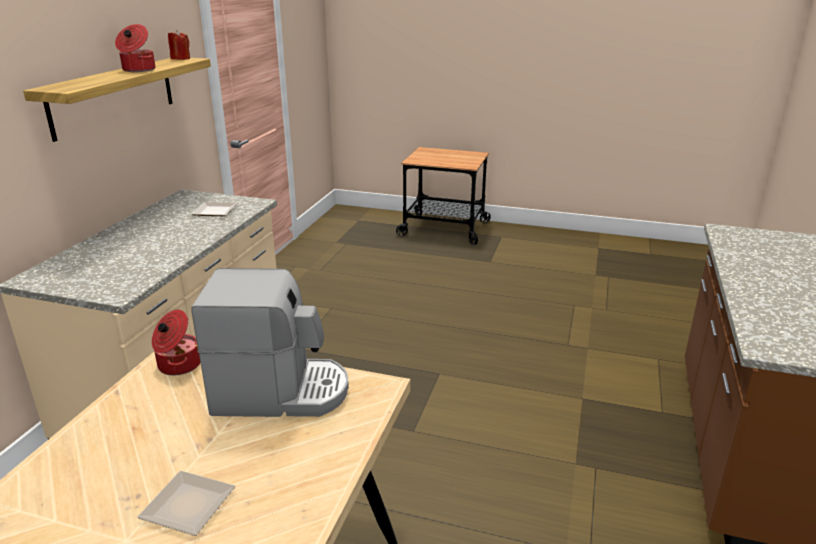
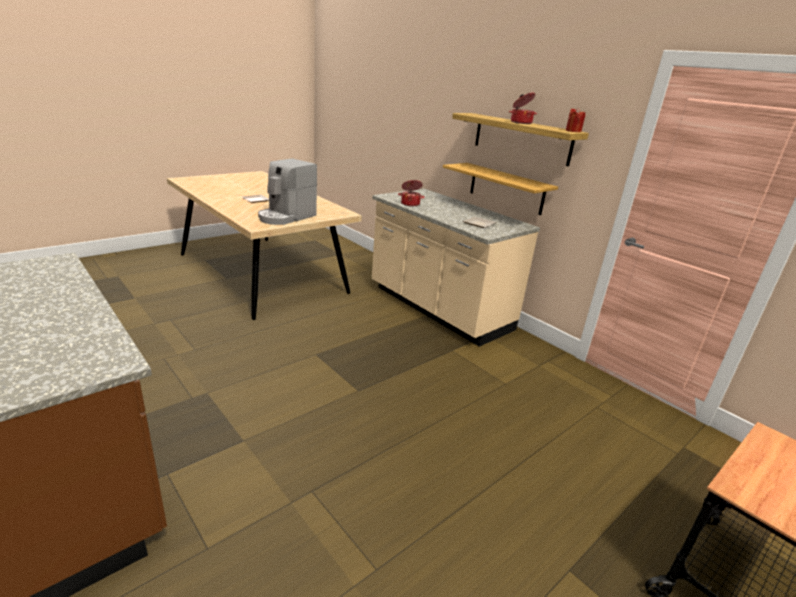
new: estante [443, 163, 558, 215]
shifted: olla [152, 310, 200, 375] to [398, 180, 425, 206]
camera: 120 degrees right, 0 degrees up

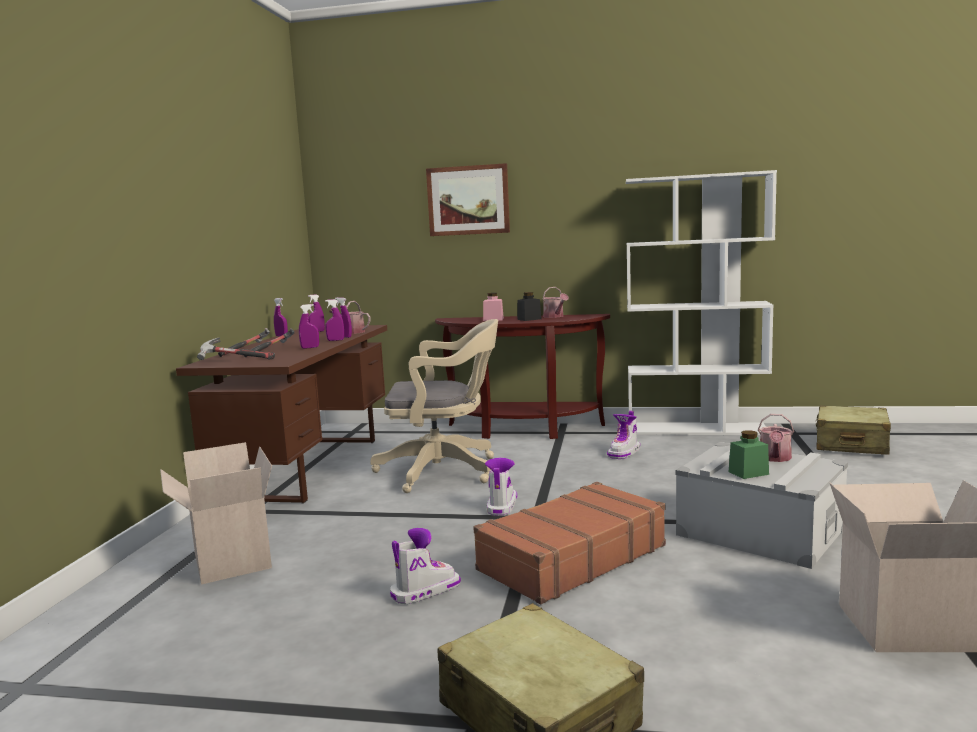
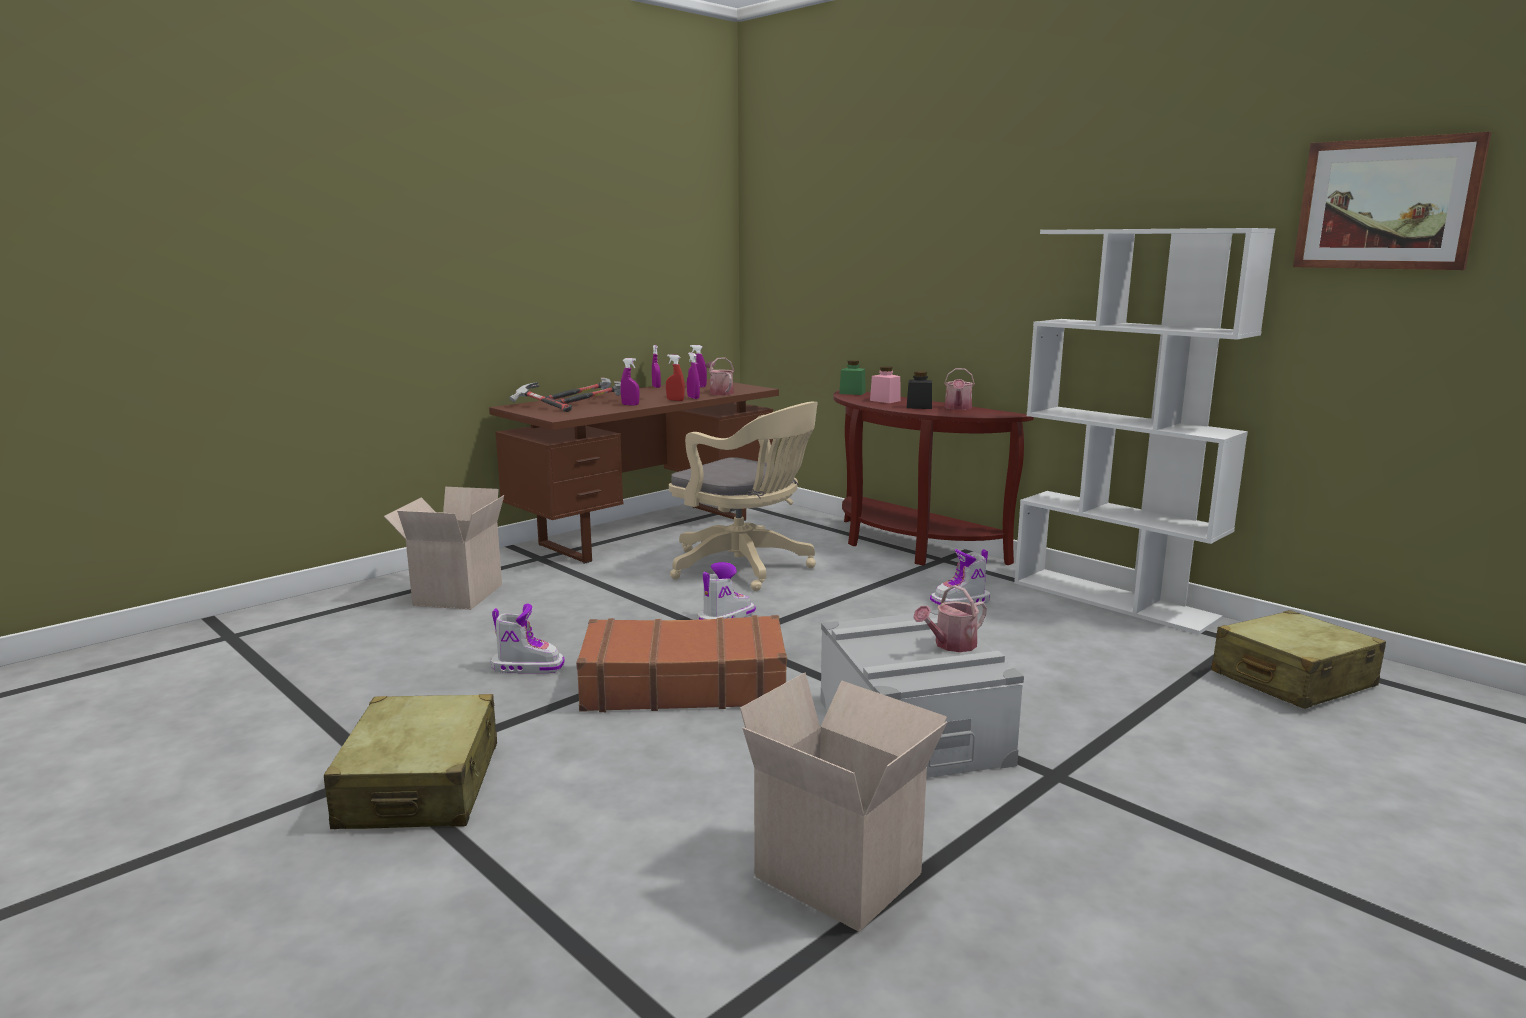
shifted: cuadro [426, 163, 510, 236] to [1293, 132, 1491, 270]; tarro/verde [729, 430, 769, 479] to [839, 360, 866, 395]
repainted: pulverizador/morado [325, 299, 344, 341] to pulverizador/rojo [666, 354, 685, 401]
camera: 35 degrees right, 5 degrees up

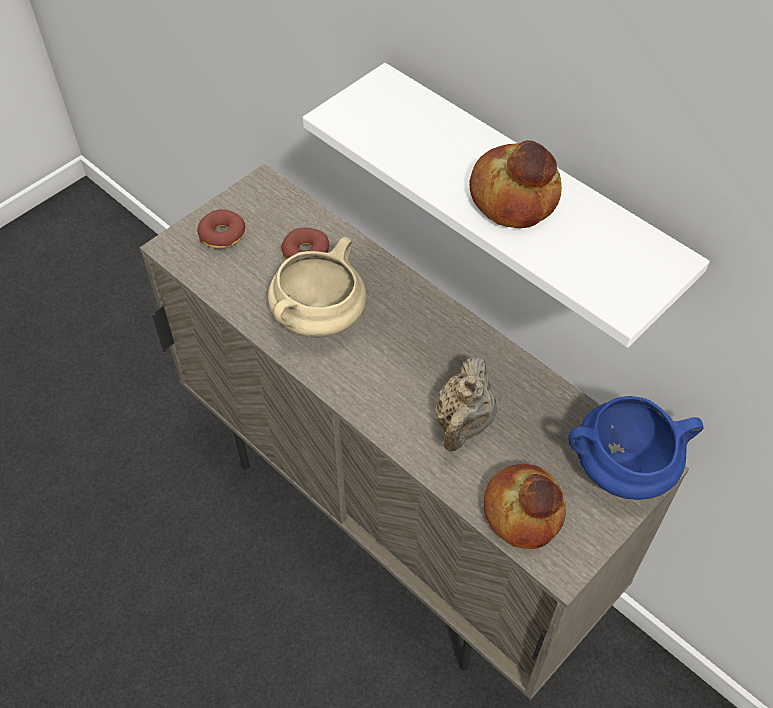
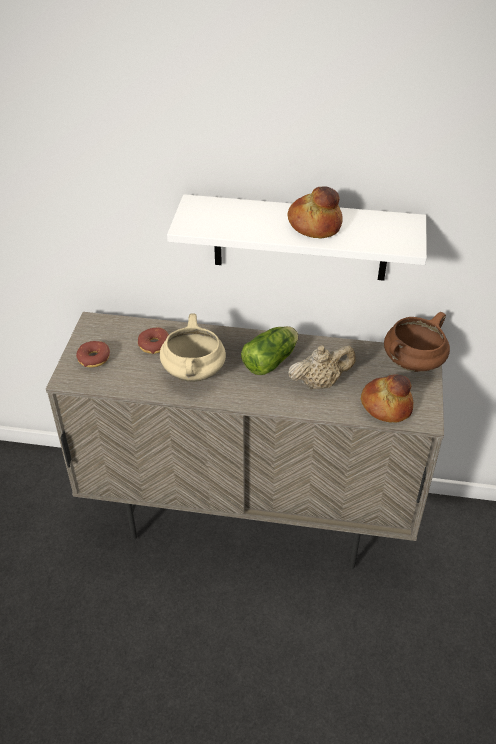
new: lechuga [241, 326, 298, 375]
repainted: olla/azul [568, 396, 704, 500] to olla/marrón [384, 312, 450, 372]
rotated: tetera/beis [435, 356, 497, 452] = [288, 345, 356, 390] 90 degrees counterclockwise
camera: 35 degrees left, 10 degrees down

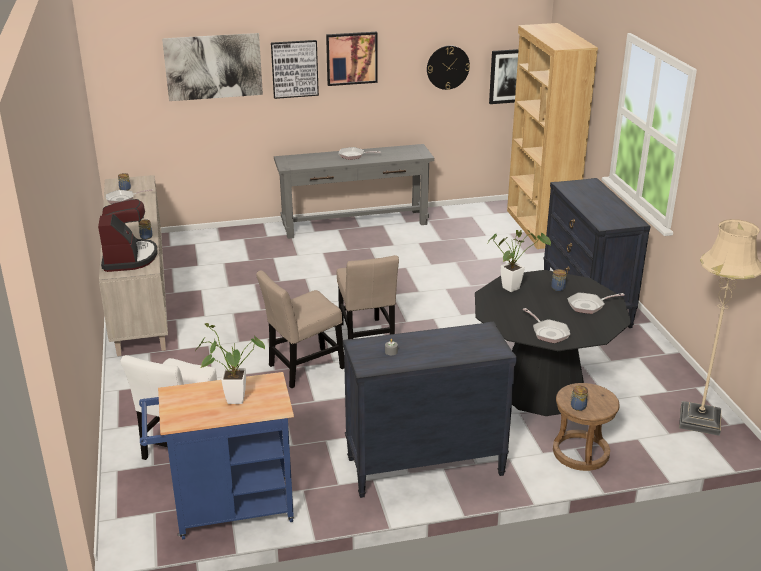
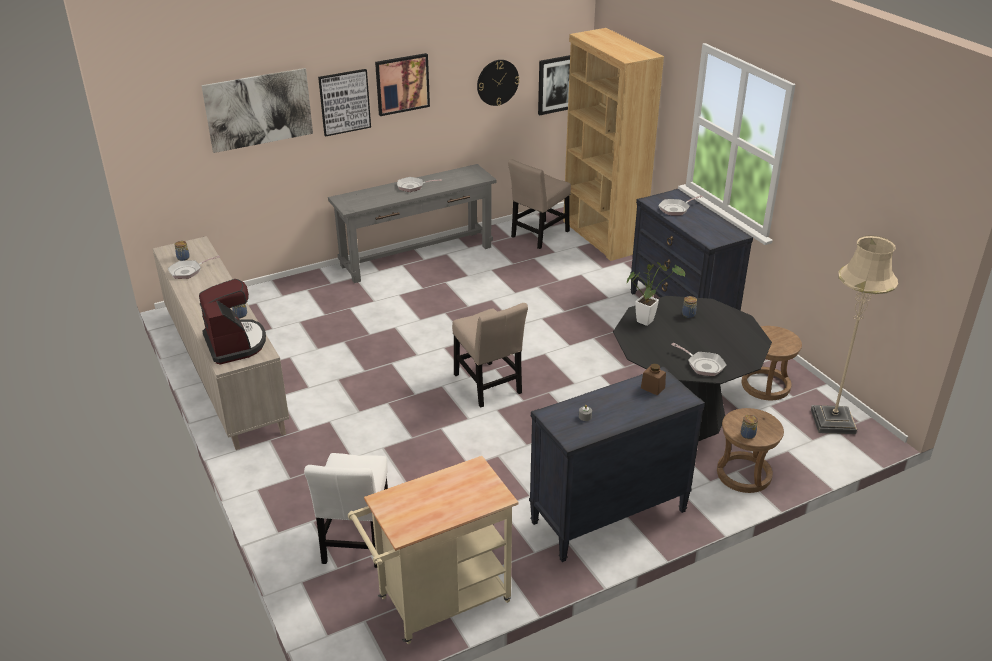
gone: planta en maceta [195, 323, 265, 404]
new: tarro/marrón [641, 363, 666, 395]; taburete/marrón [741, 326, 802, 400]
shifted: silla/beis [256, 270, 345, 388] to [508, 159, 571, 249]; sartén [568, 292, 625, 314] to [659, 195, 703, 215]
repainted: carrito/azul [139, 372, 294, 540] to carrito/beis [348, 456, 518, 644]
camera: 15 degrees left, 5 degrees up

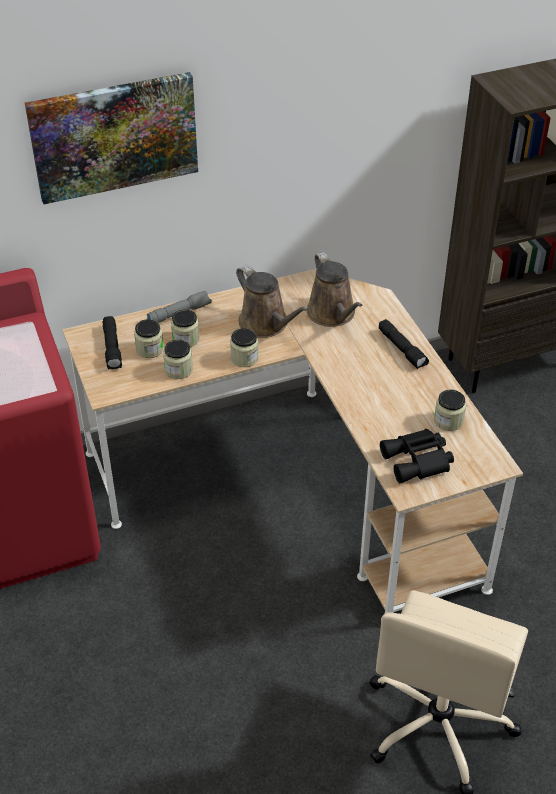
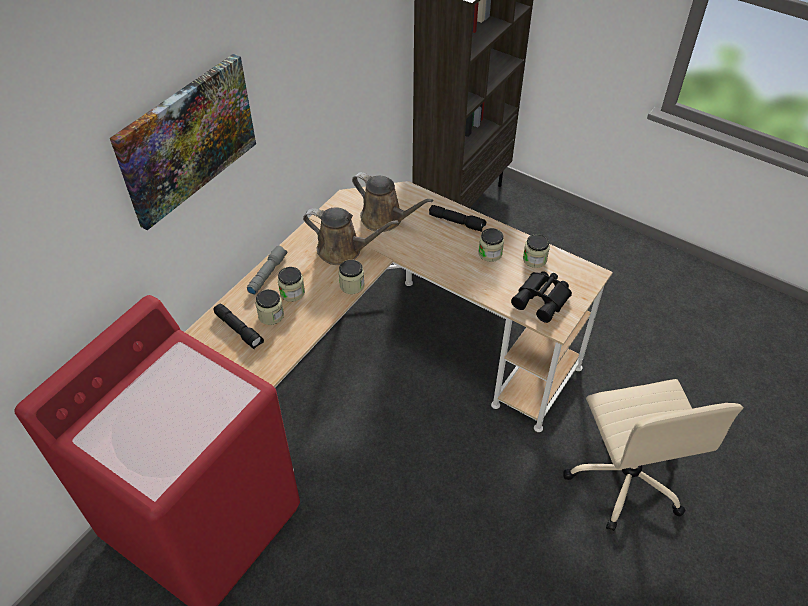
shifted: tarro [163, 339, 193, 379] to [478, 228, 504, 262]
camera: 35 degrees left, 5 degrees up

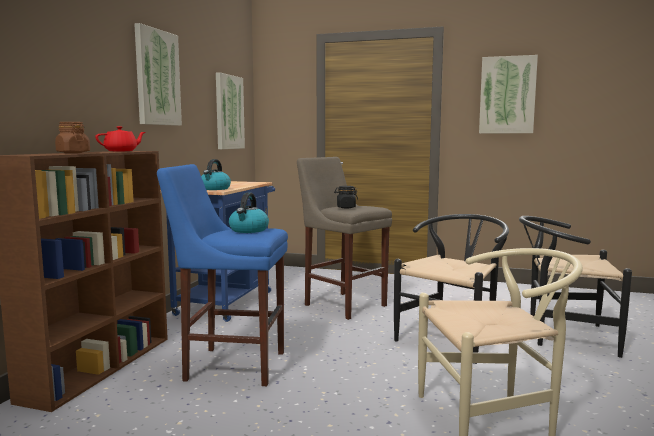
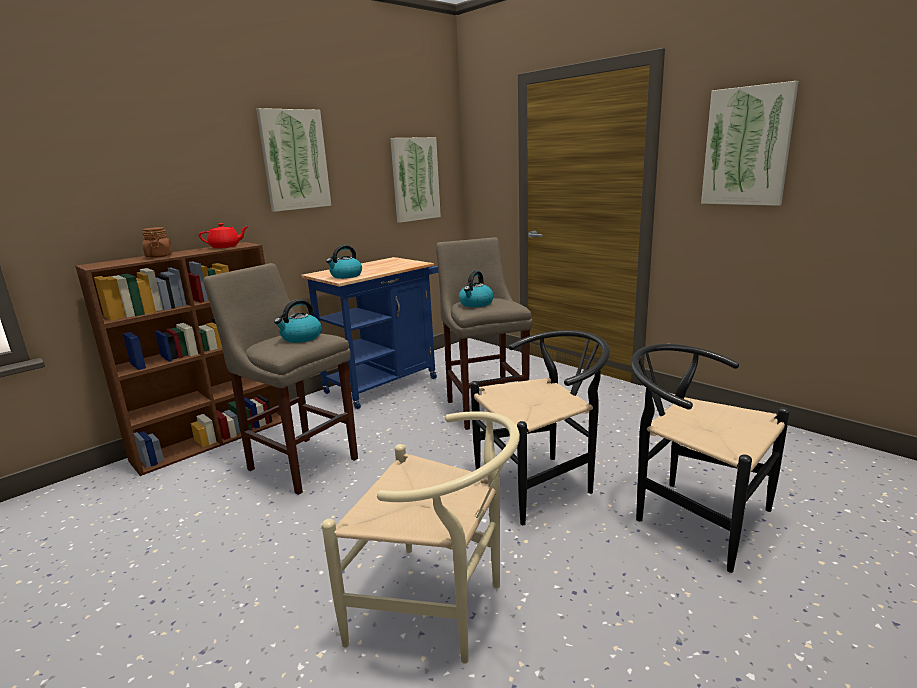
swapped: tarro/negro [334, 186, 358, 208] to hervidor [459, 271, 493, 307]
repainted: taburete/azul [157, 164, 288, 386] to taburete/beis [203, 263, 358, 495]
camera: 30 degrees right, 10 degrees up

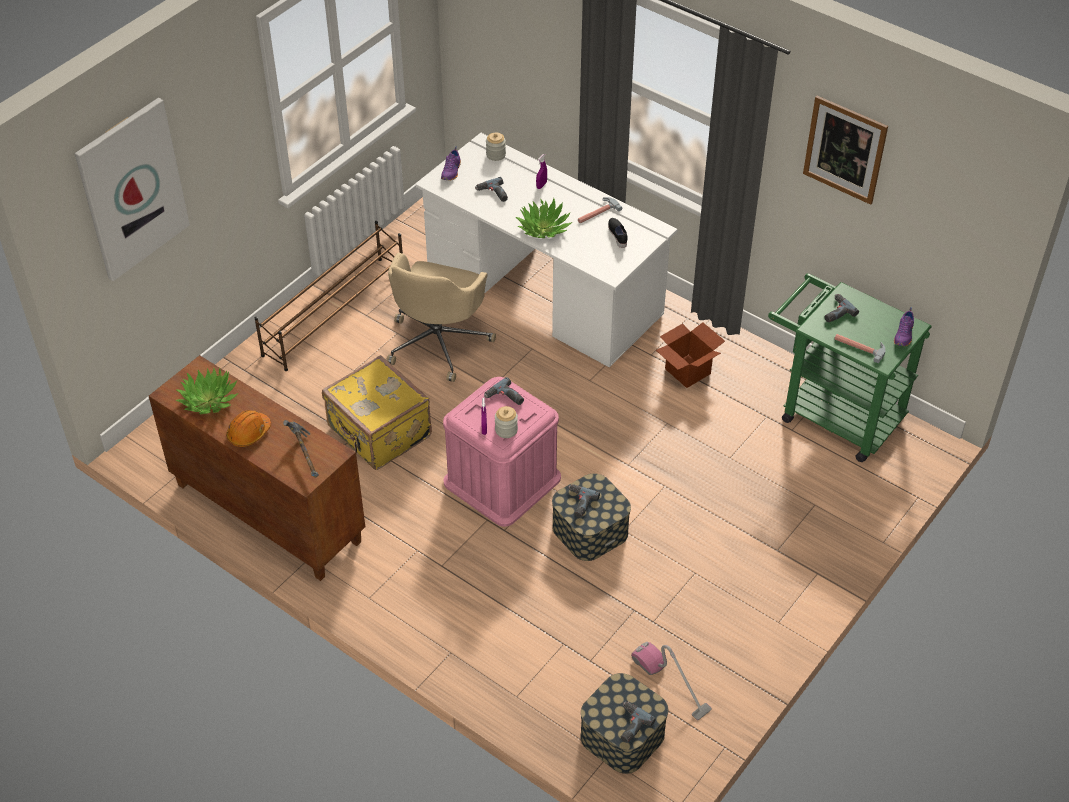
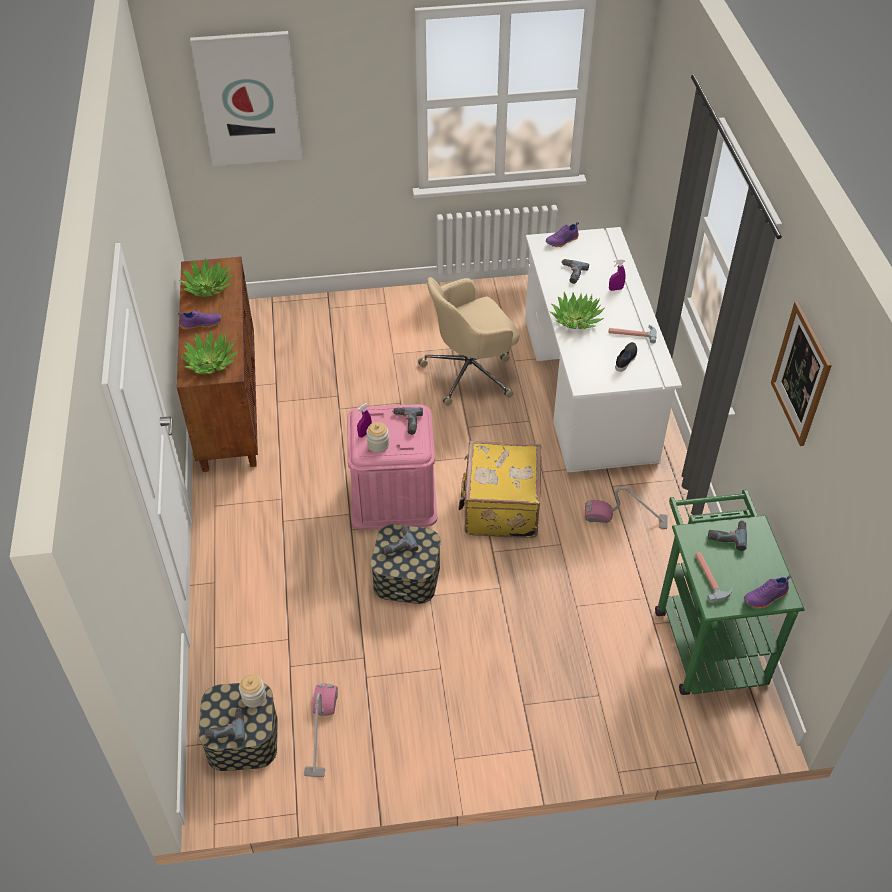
gone: zapatero/marrón [255, 221, 403, 371]
shifted: maleta/amarillo [322, 355, 432, 470] to [458, 441, 541, 538]; tarro [486, 133, 506, 161] to [239, 674, 266, 708]
swapped: casco/naranja [226, 410, 271, 447] to zapato/morado [178, 310, 221, 330]; martillo [283, 420, 319, 477] to planta en maceta [180, 331, 239, 374]; caja de cartón [656, 322, 725, 388] to aspiradora [585, 487, 668, 529]
camera: 45 degrees right, 0 degrees up

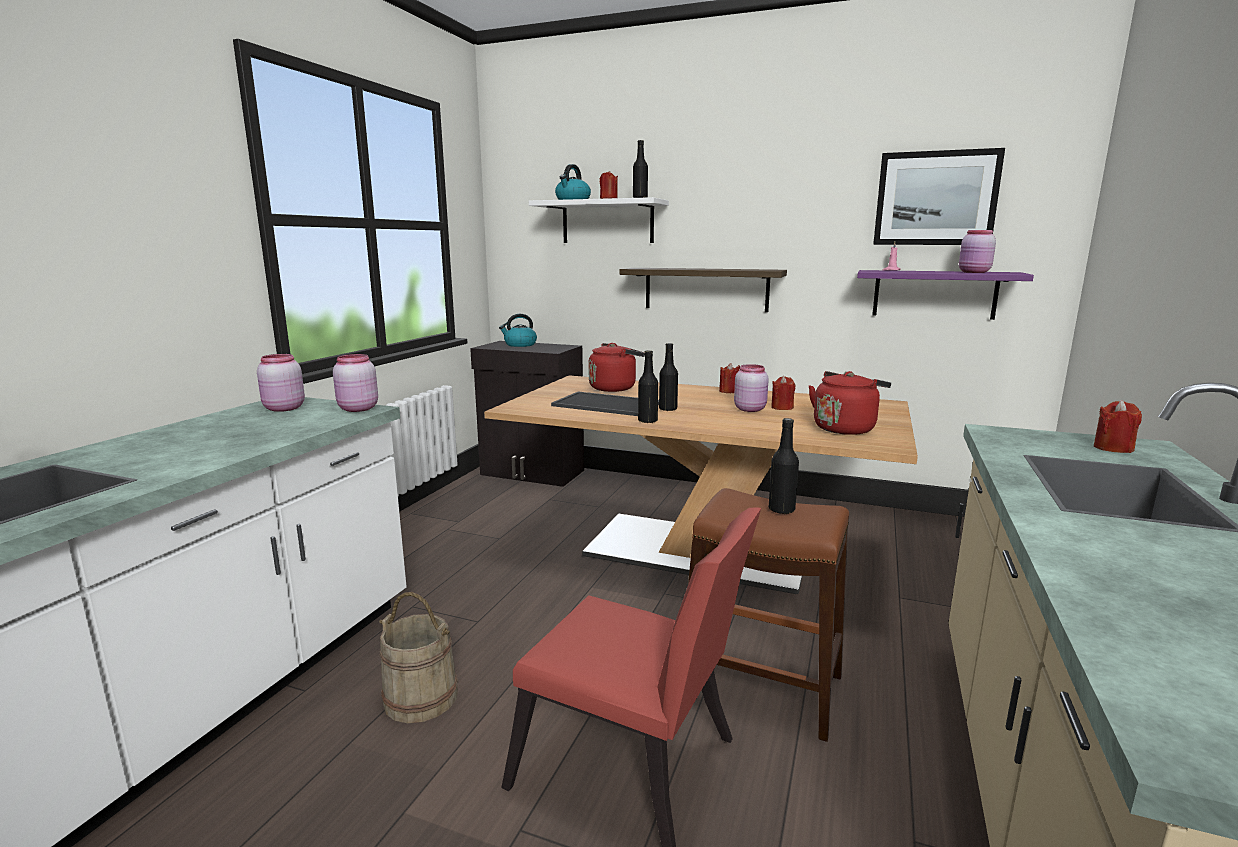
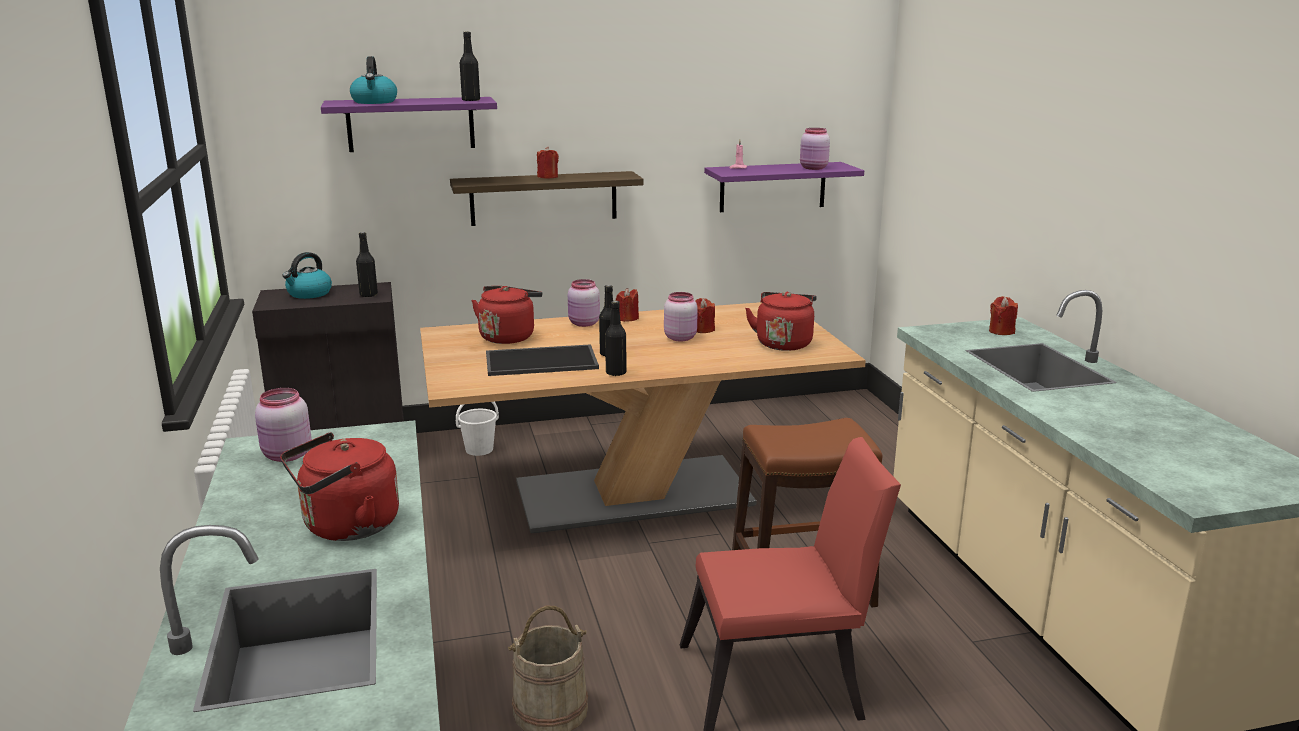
gone: cuadro [873, 148, 1005, 245]
new: hervidor/rojo [280, 432, 399, 541]; cubo/blanco [456, 402, 499, 456]
shifted: tarro/rosa [333, 354, 378, 412] to [568, 279, 600, 327]; vela/rojo [600, 171, 618, 199] to [537, 147, 559, 179]; botella/negro [769, 418, 799, 515] to [356, 232, 378, 297]
repainted: estante/blanco [529, 197, 669, 243] to estante/morado [321, 97, 497, 152]
camera: 35 degrees left, 5 degrees up

